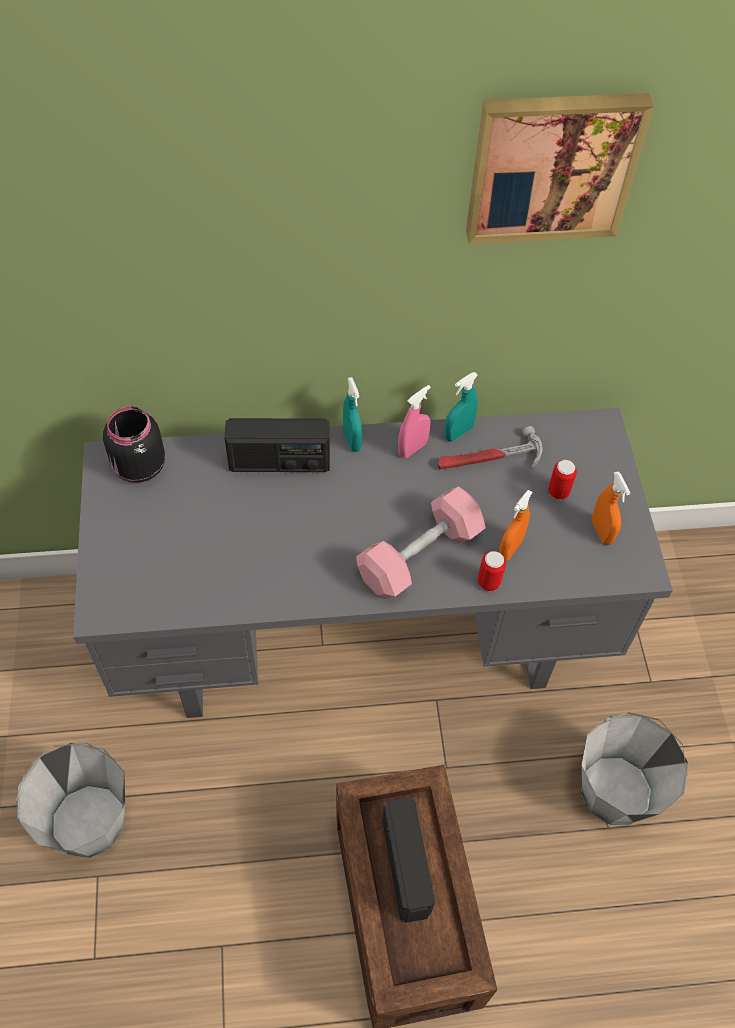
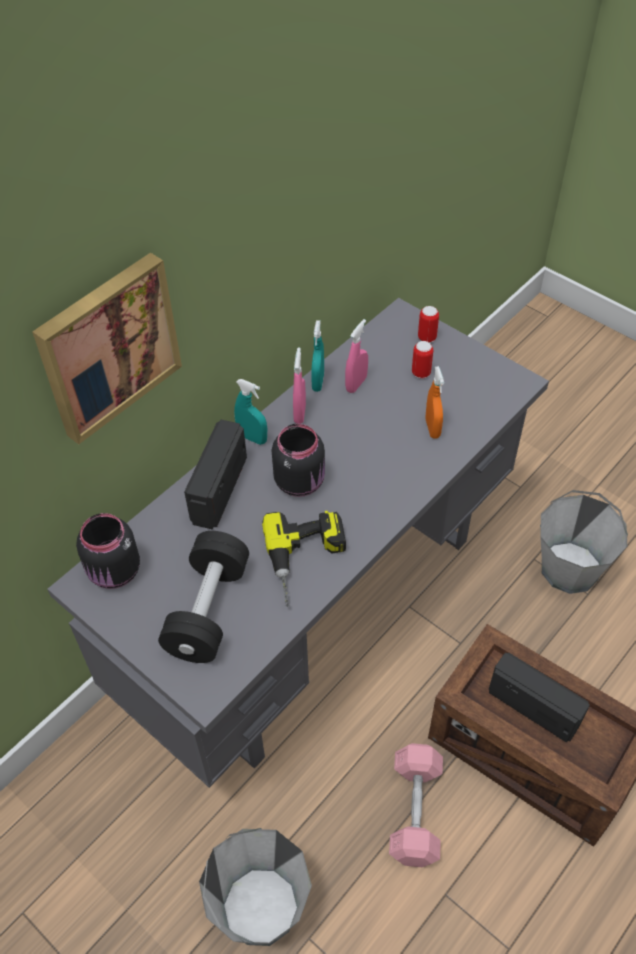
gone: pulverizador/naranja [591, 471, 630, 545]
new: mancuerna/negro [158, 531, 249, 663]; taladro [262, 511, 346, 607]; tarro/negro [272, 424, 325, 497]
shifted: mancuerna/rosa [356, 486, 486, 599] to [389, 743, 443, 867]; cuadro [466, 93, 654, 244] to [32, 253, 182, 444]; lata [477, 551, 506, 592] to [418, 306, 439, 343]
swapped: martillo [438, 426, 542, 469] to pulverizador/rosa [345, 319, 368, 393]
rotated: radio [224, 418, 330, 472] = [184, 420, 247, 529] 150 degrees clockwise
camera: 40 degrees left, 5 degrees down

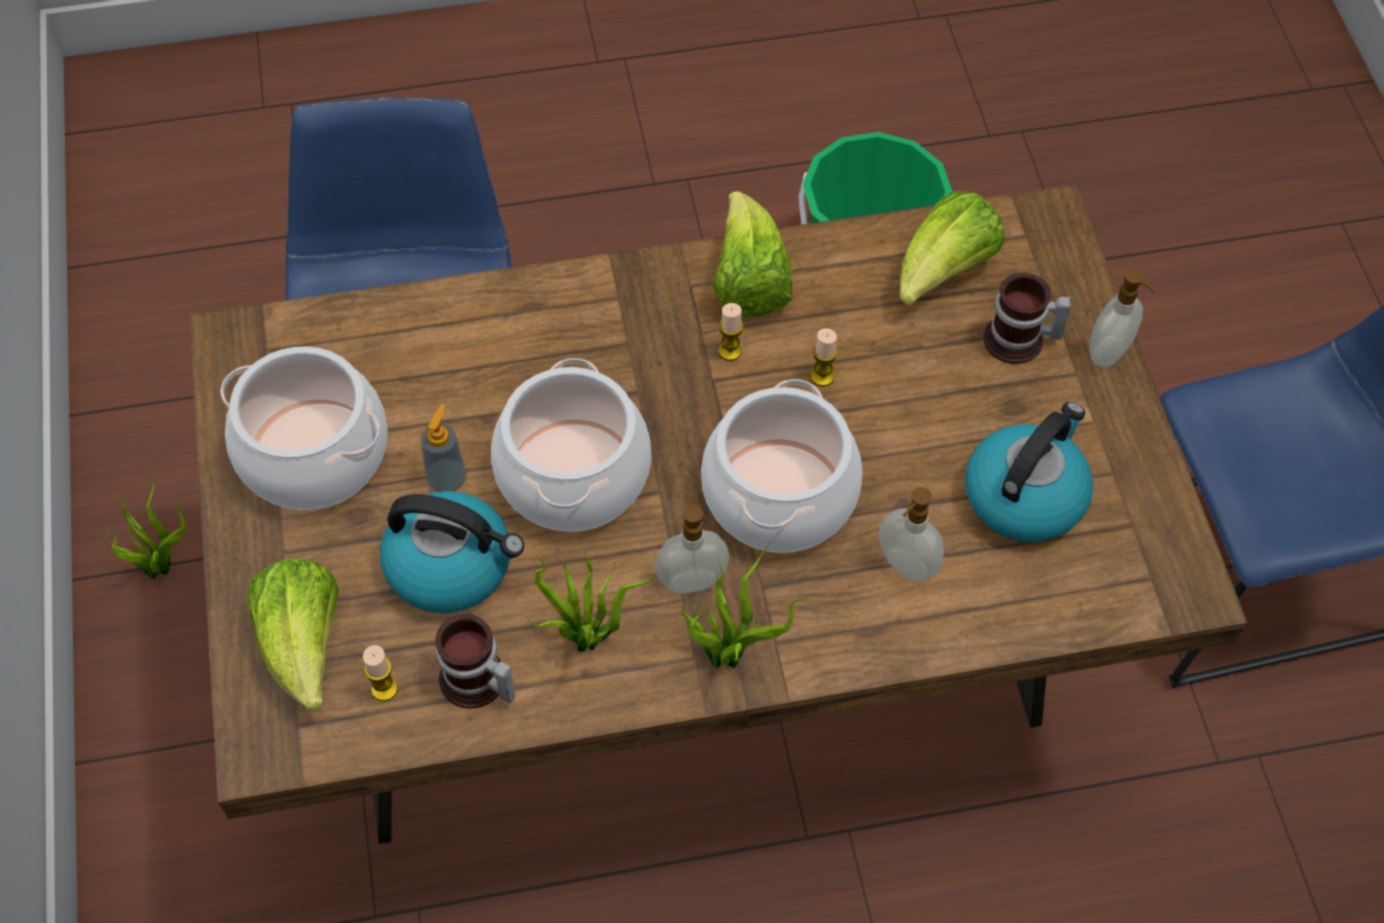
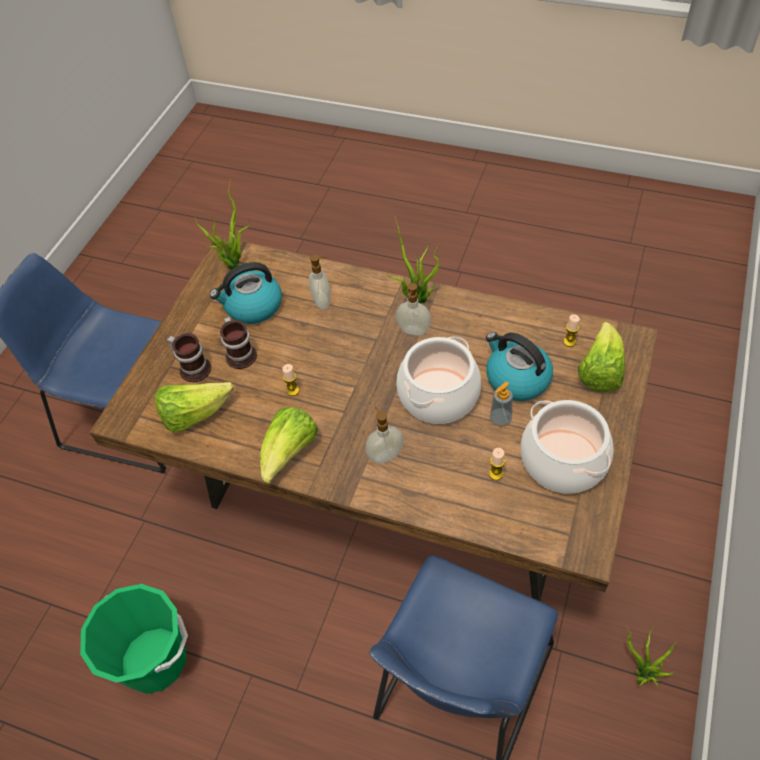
gone: olla [701, 379, 862, 553]
shifted: taza grande [435, 614, 515, 709] to [220, 317, 257, 369]; planta en maceta [526, 539, 656, 652] to [194, 180, 250, 270]; vela [718, 303, 743, 361] to [489, 448, 505, 480]; dispensador de jabón [1089, 268, 1156, 368] to [365, 407, 404, 464]
camera: 145 degrees left, 5 degrees down

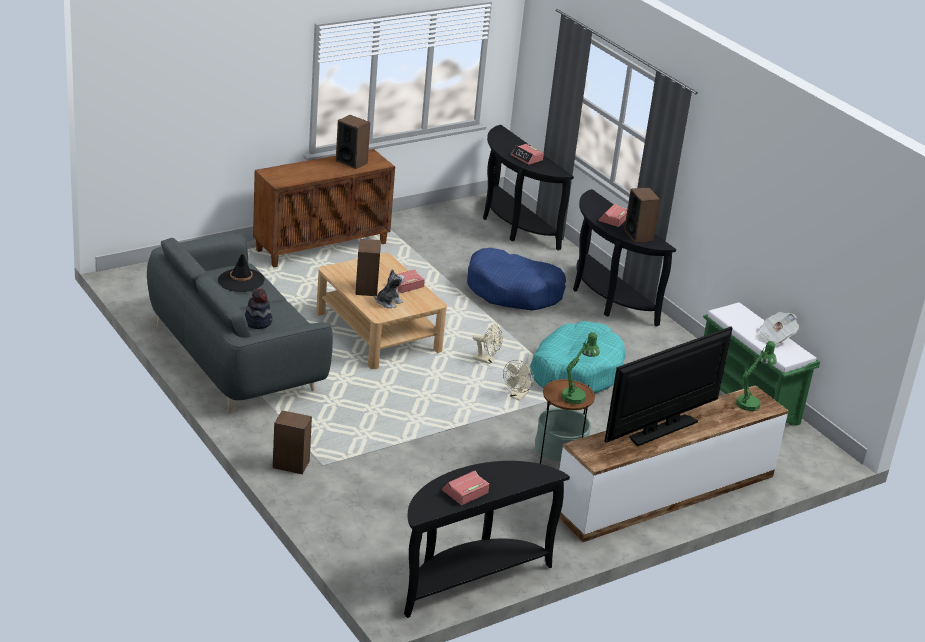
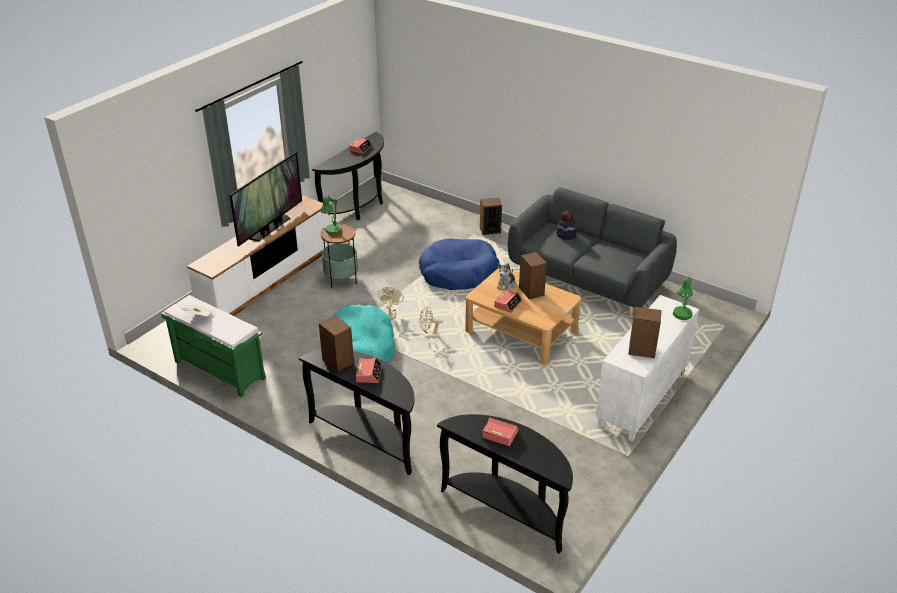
gone: sombrero/negro [218, 254, 265, 292]
shifted: cama para perro/azul [467, 248, 566, 311] to [419, 238, 500, 290]; lámpara de mesa/verde [736, 341, 777, 411] to [673, 278, 693, 320]
repainted: armario/marrón [253, 149, 395, 267] to armario/blanco [596, 295, 699, 442]
camera: 160 degrees right, 5 degrees up

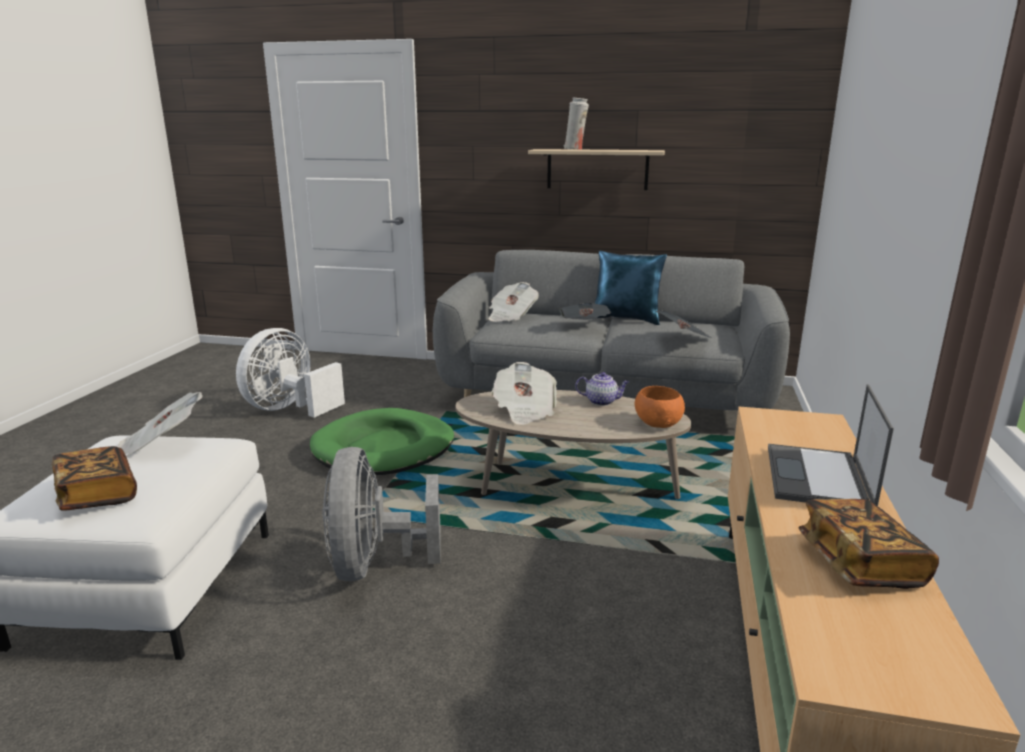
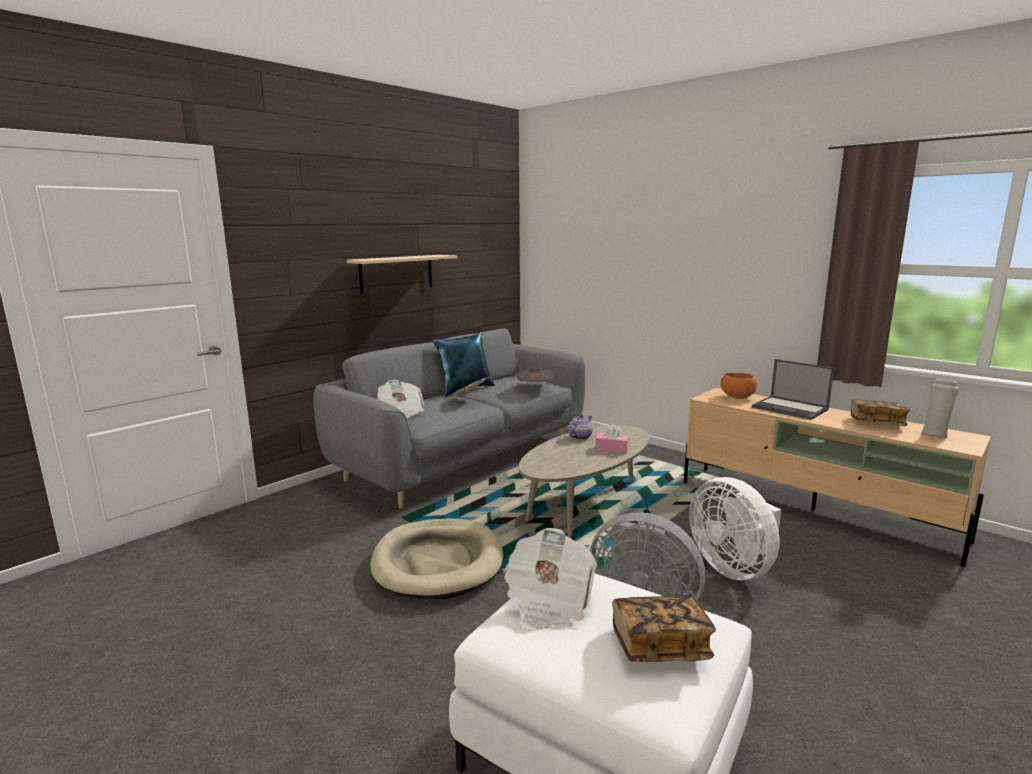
gone: periódico [492, 362, 557, 425]
new: caja de pañuelos/rosa [595, 424, 629, 454]
shifted: ventilador/blanco [236, 328, 345, 418] to [689, 477, 781, 580]; florero/blanco [564, 98, 589, 150] to [921, 379, 959, 439]; cuenco/naranja [635, 386, 685, 428] to [720, 373, 757, 399]
repainted: cama para perro/verde [310, 408, 454, 475] to cama para perro/beis [370, 519, 503, 599]
camera: 60 degrees left, 5 degrees down

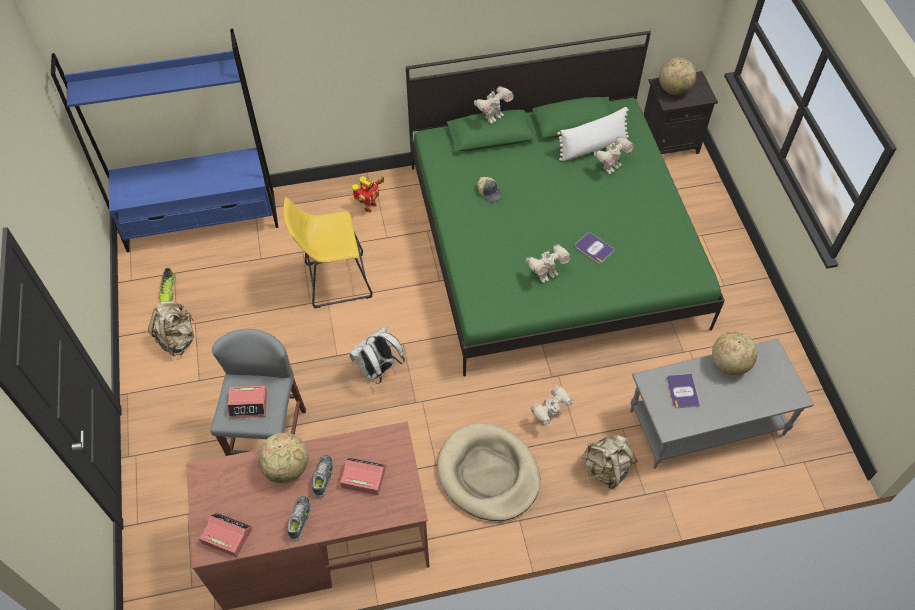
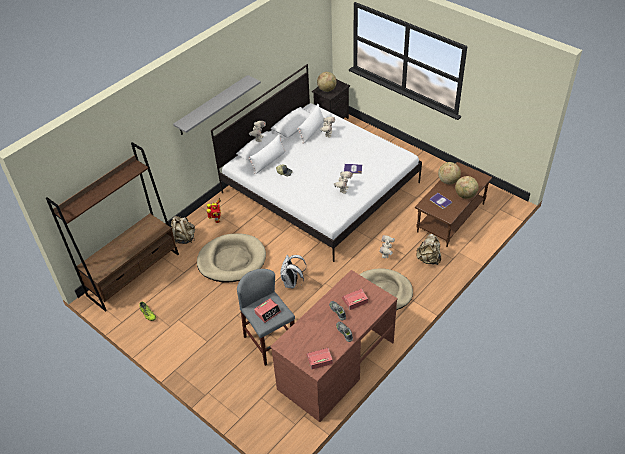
new: estante/gris [173, 75, 261, 135]; cojín/blanco [249, 134, 286, 174]
shifted: mochila/beis [148, 301, 194, 357] to [171, 216, 195, 244]; globo terráqueo [258, 433, 309, 483] to [455, 176, 479, 199]
swapped: taburete/amarillo [284, 197, 372, 308] to cama para perro/beis [197, 234, 266, 282]
repainted: estantería/azul [51, 29, 279, 252] to estantería/marrón [46, 142, 179, 312]; cama/verde [406, 31, 725, 377] to cama/blanco [211, 64, 422, 262]; mesa de centro/gris [630, 339, 814, 469] to mesa de centro/marrón [415, 162, 492, 247]
camera: 35 degrees left, 10 degrees down

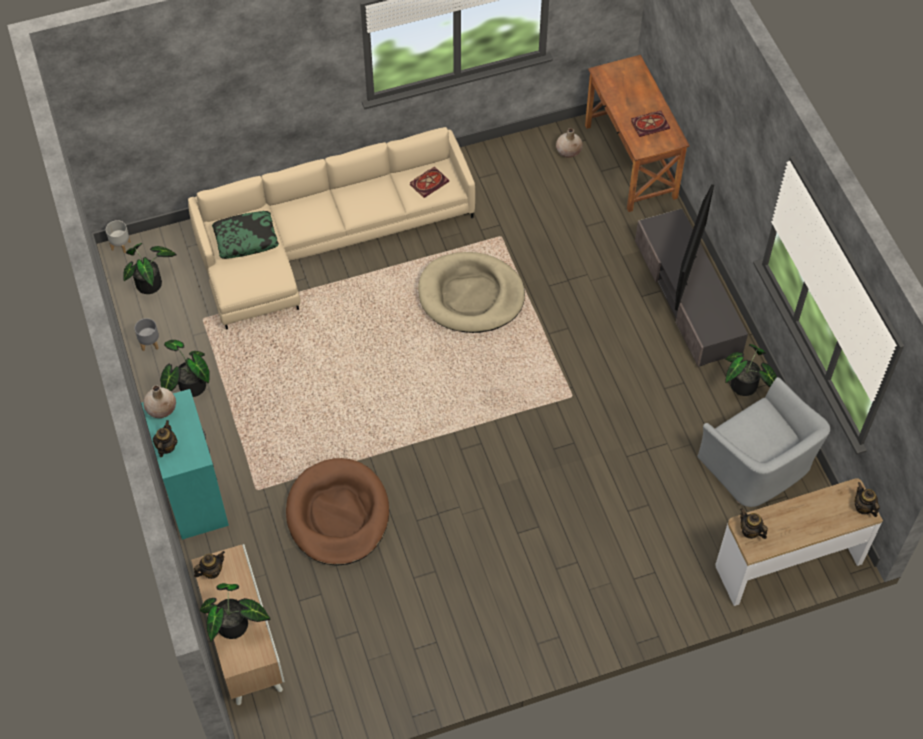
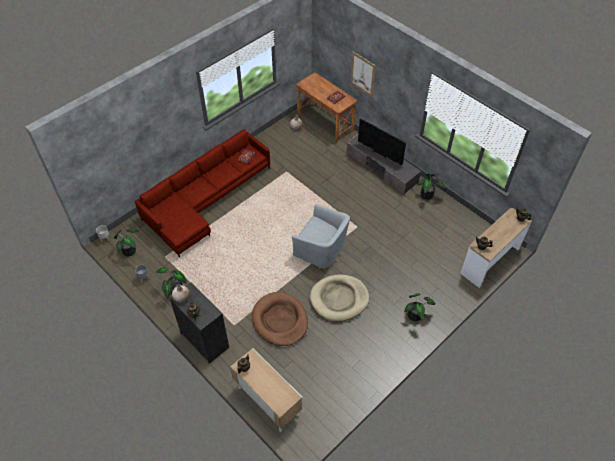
gone: cojín [212, 211, 279, 259]
new: cuadro [350, 52, 376, 97]
shifted: planta en maceta [200, 583, 270, 642] to [404, 293, 436, 321]; cama para perro/beis [418, 252, 525, 333] to [310, 274, 369, 321]; sillón/gris [697, 377, 830, 507] to [292, 204, 350, 268]
repainted: cómoda/turquesa [141, 389, 229, 540] to cómoda/negro [169, 283, 229, 364]; sofá/beis [188, 127, 475, 330] to sofá/rojo [135, 129, 270, 257]
rotated: televisor [675, 184, 714, 310] = [358, 118, 406, 165] 135 degrees clockwise
camera: 25 degrees left, 5 degrees down

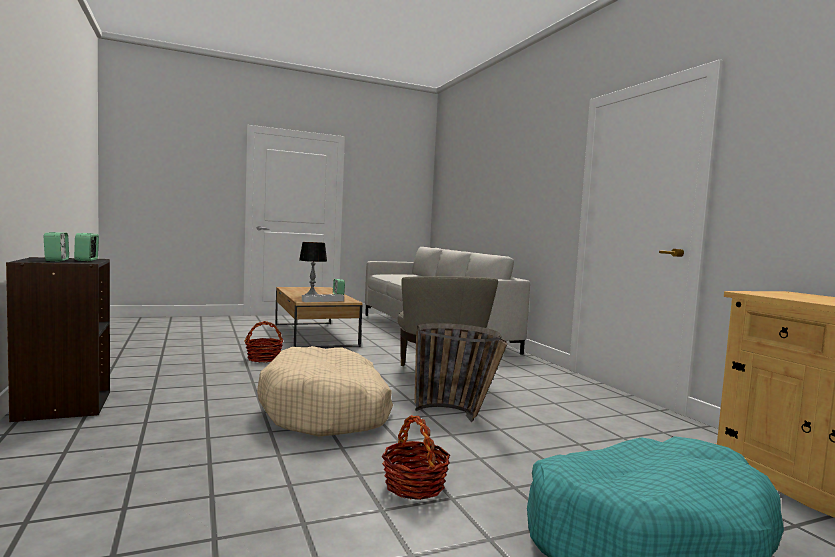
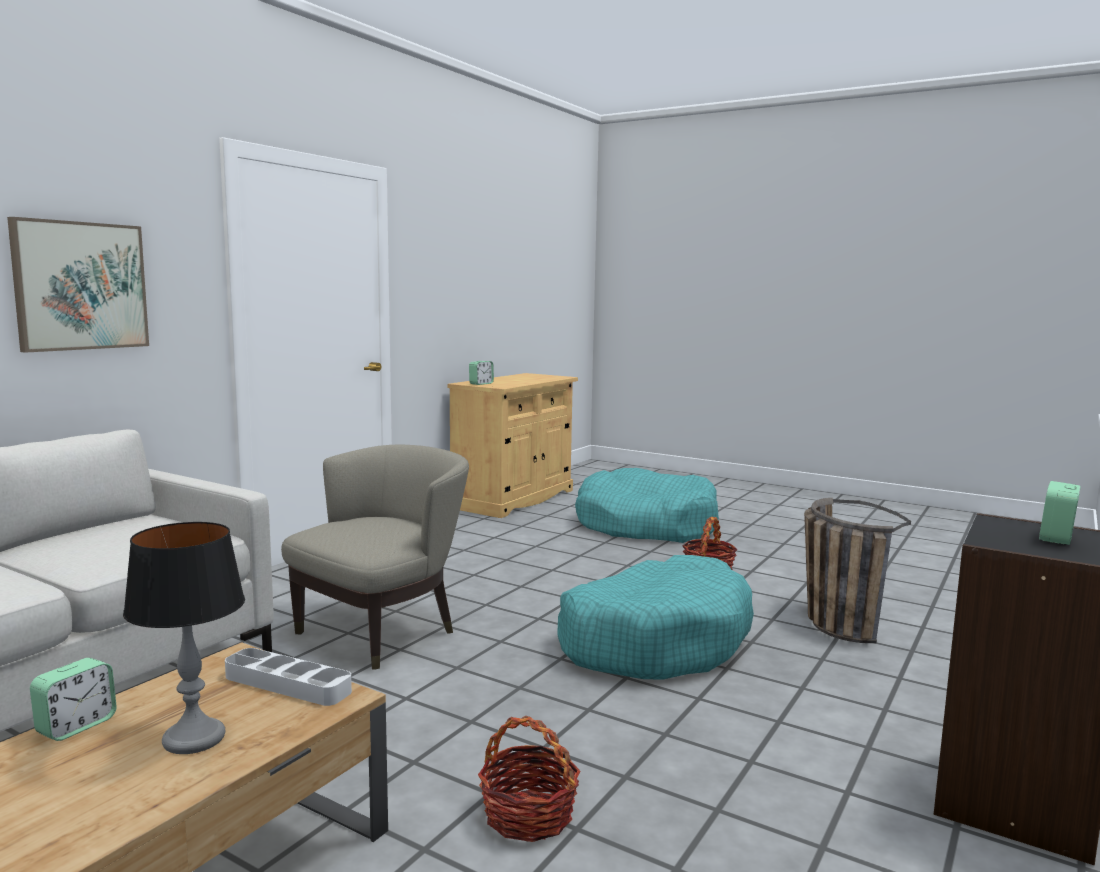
new: cuadro [7, 217, 149, 353]
shifted: despertador [74, 233, 99, 261] to [469, 361, 494, 385]; cesta [414, 323, 508, 422] to [804, 498, 911, 643]
repainted: cama para perro/beis [257, 346, 393, 436] to cama para perro/turquesa [557, 555, 754, 680]
camera: 125 degrees left, 5 degrees up

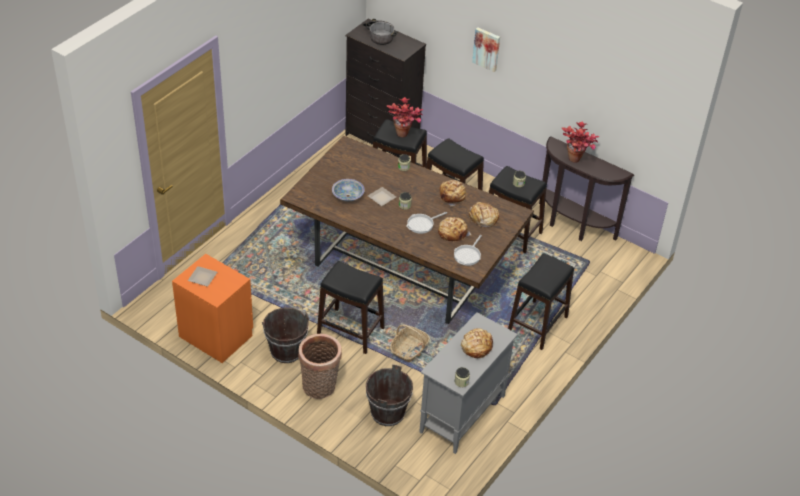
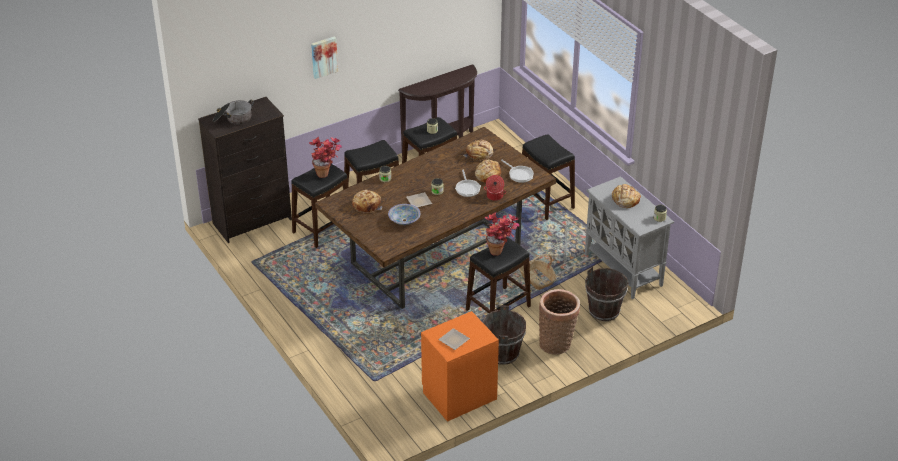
new: olla [484, 175, 507, 201]
shifted: pan [440, 180, 466, 206] to [352, 189, 383, 213]; planta en maceta [562, 121, 599, 163] to [485, 212, 520, 256]
camera: 65 degrees left, 5 degrees down

